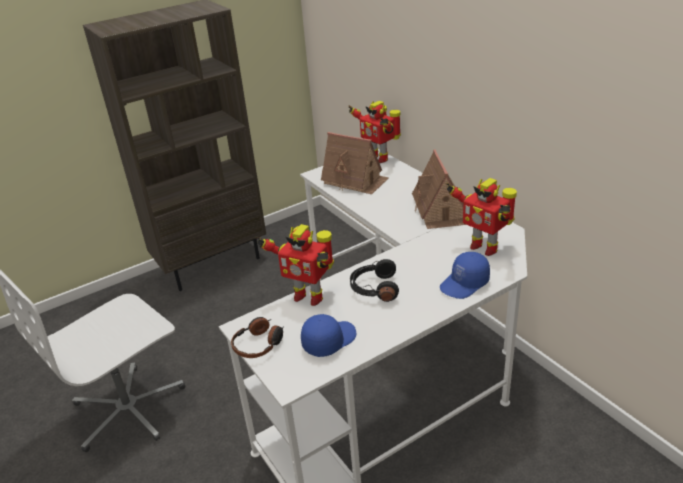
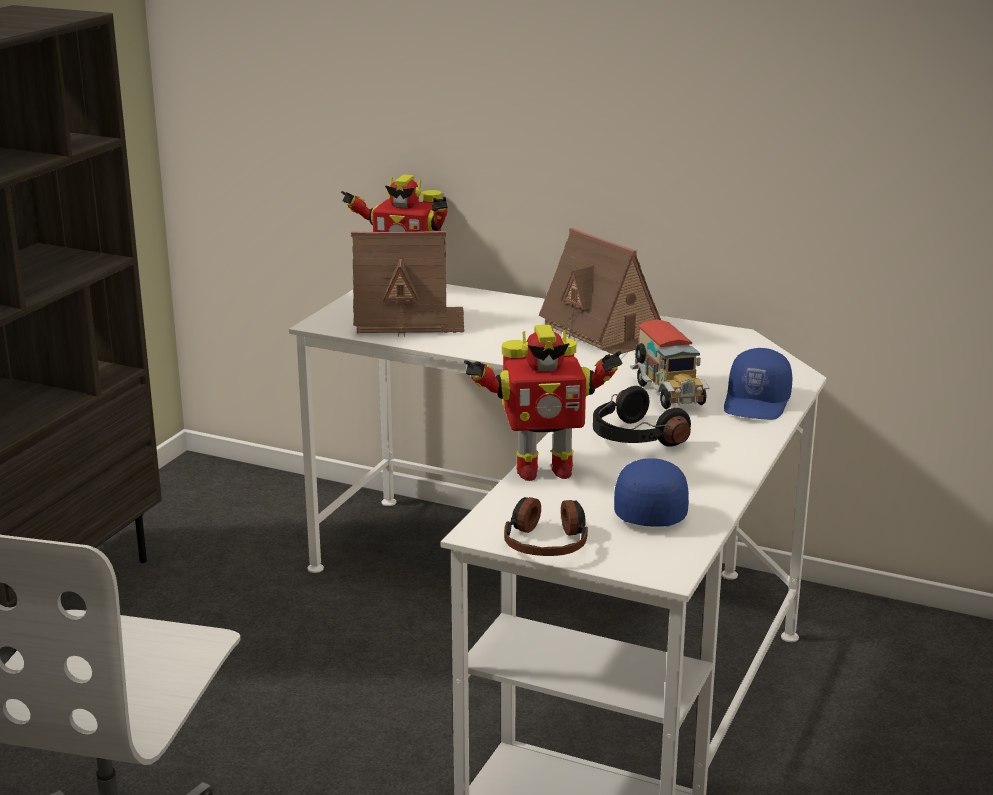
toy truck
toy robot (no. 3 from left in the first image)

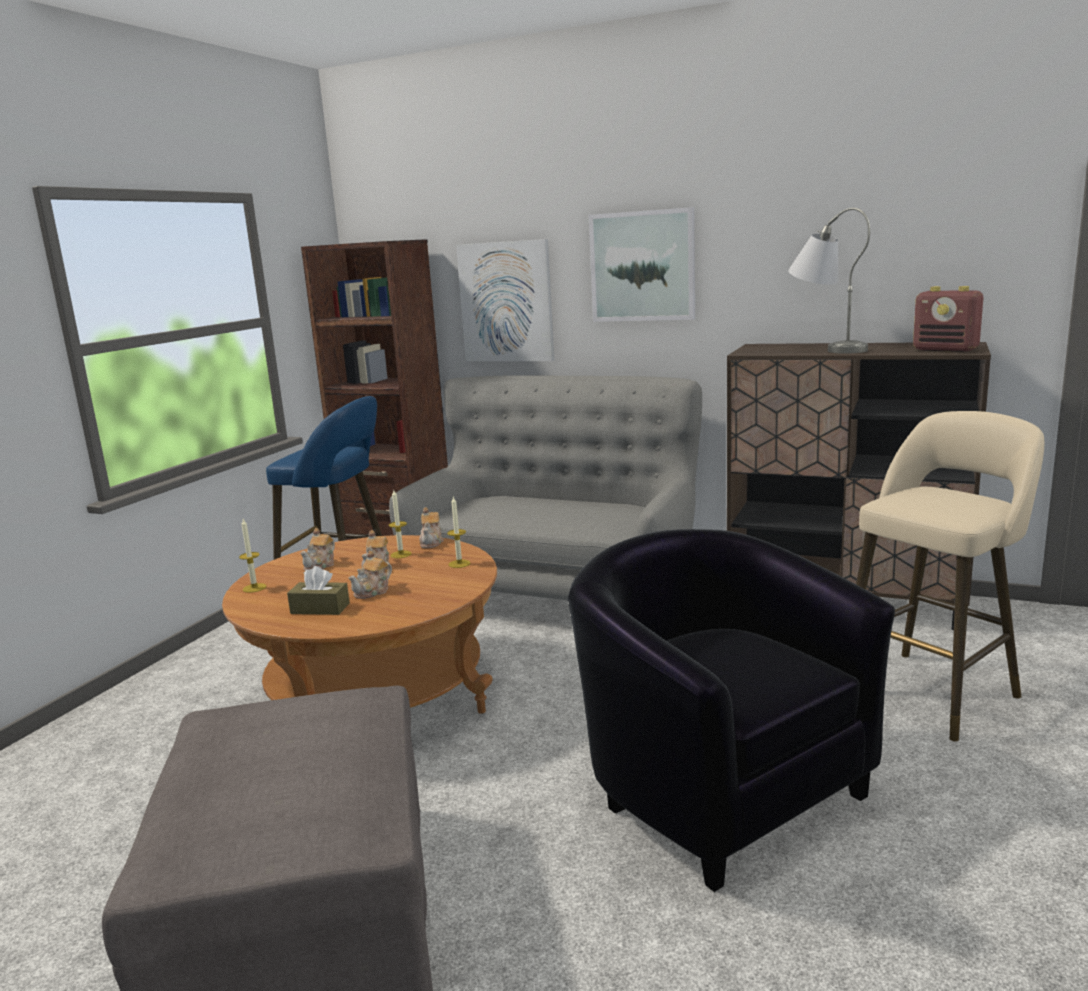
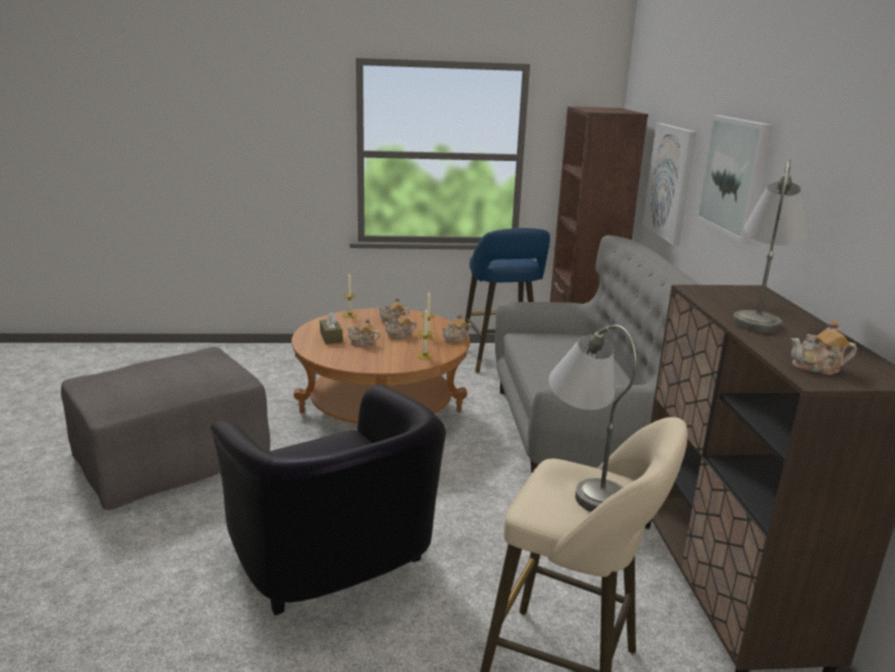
armchair (black)
table lamp (grey) (no. 1 from left)
teapot (no. 5 from left)

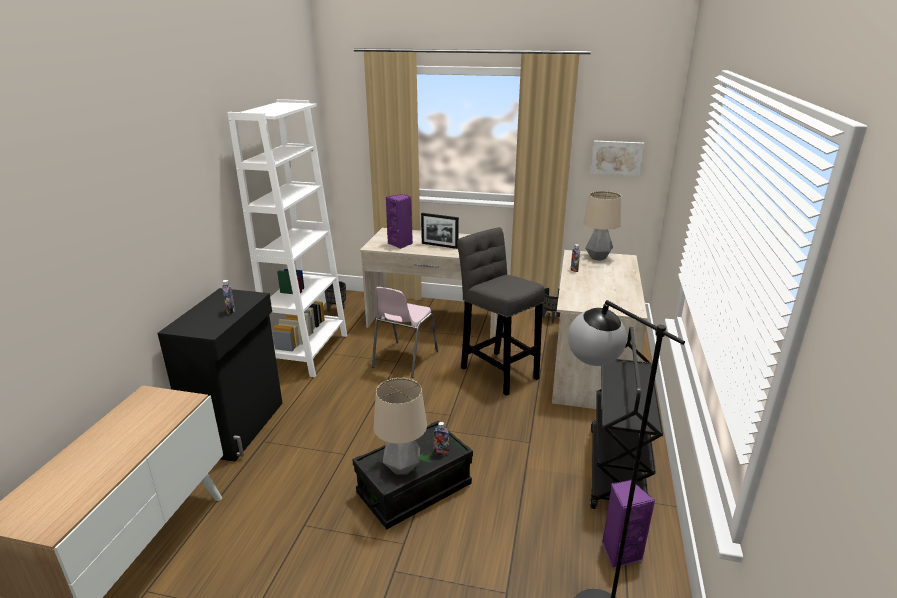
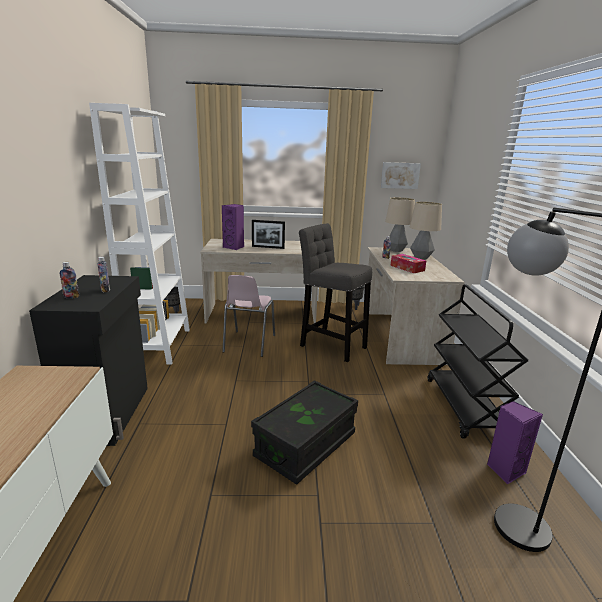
bottle (no. 1 from left)
tissue box
table lamp (no. 2 from left)

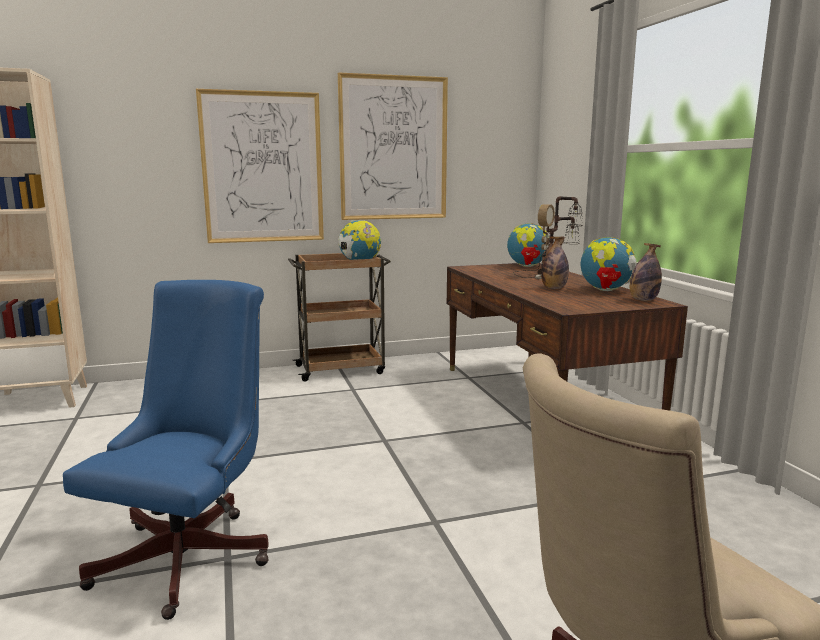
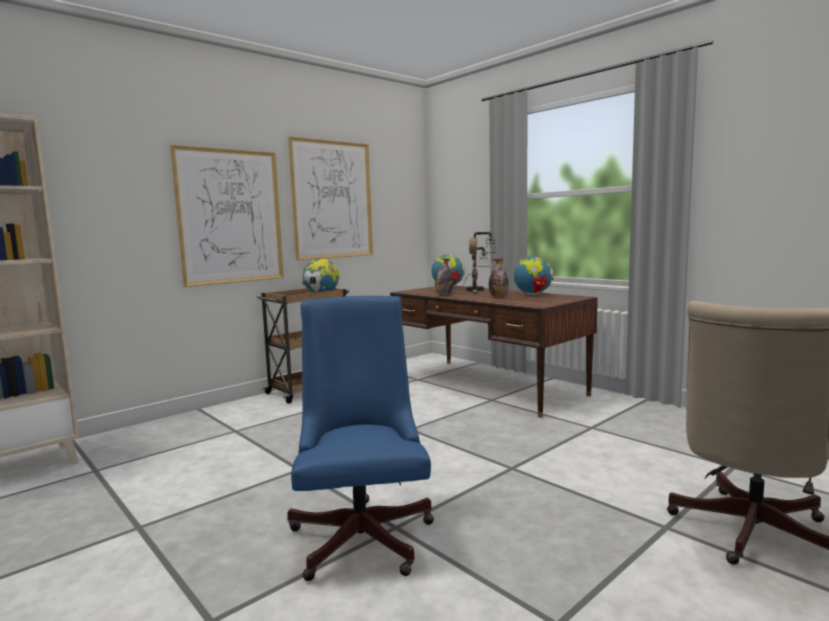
bottle (no. 1 from left)

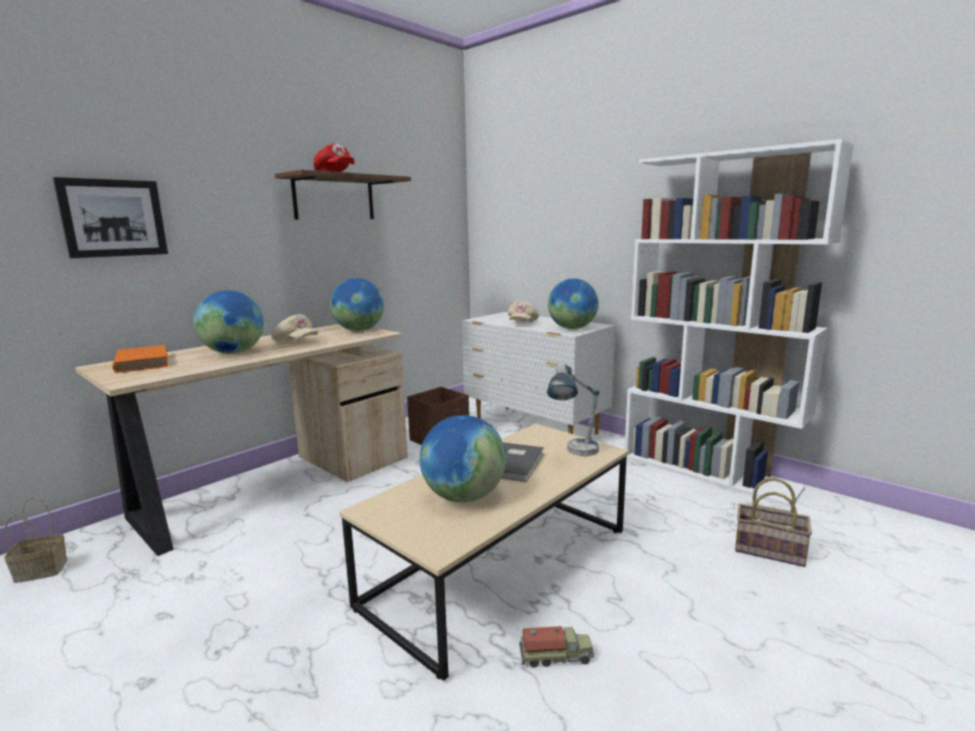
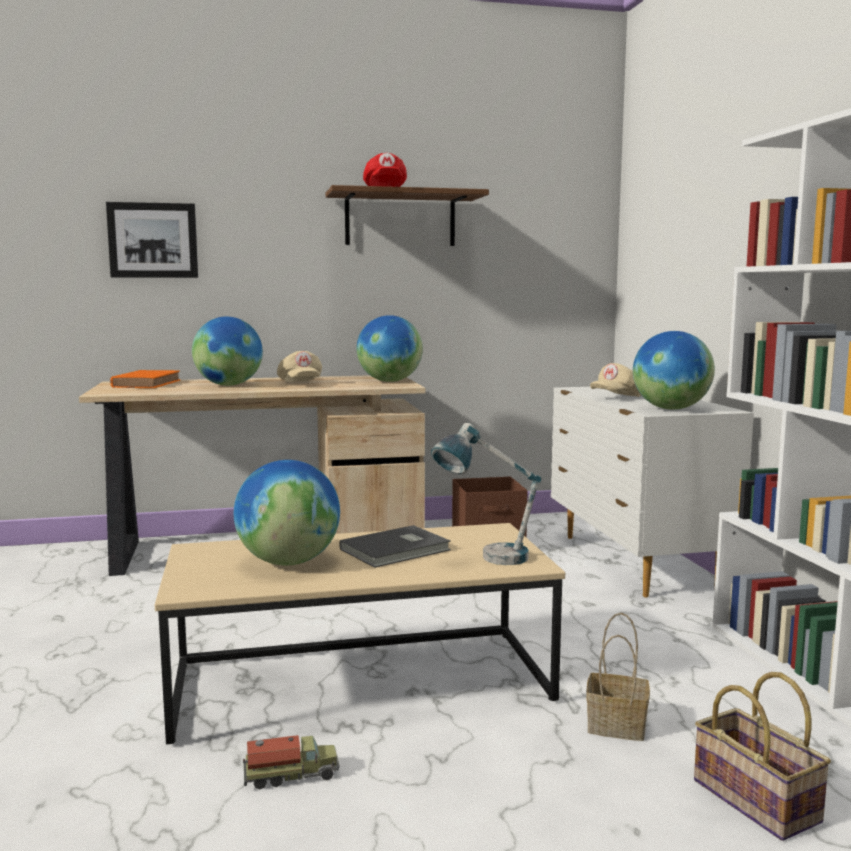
toy truck
basket (no. 1 from left)

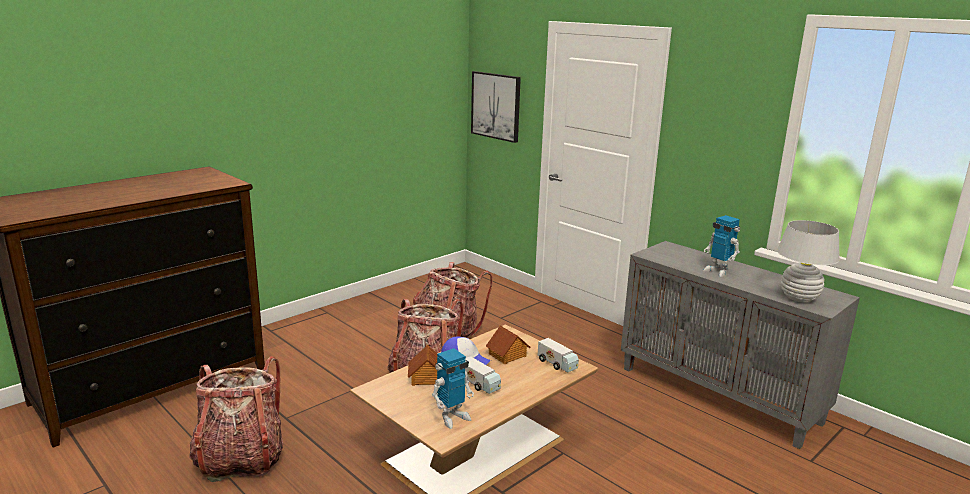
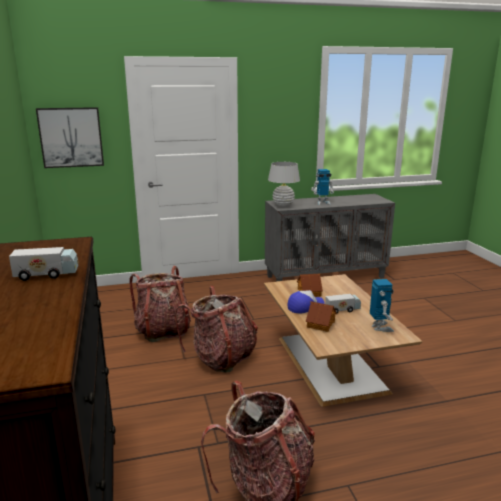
toy truck (no. 1 from left)
table lamp (white)

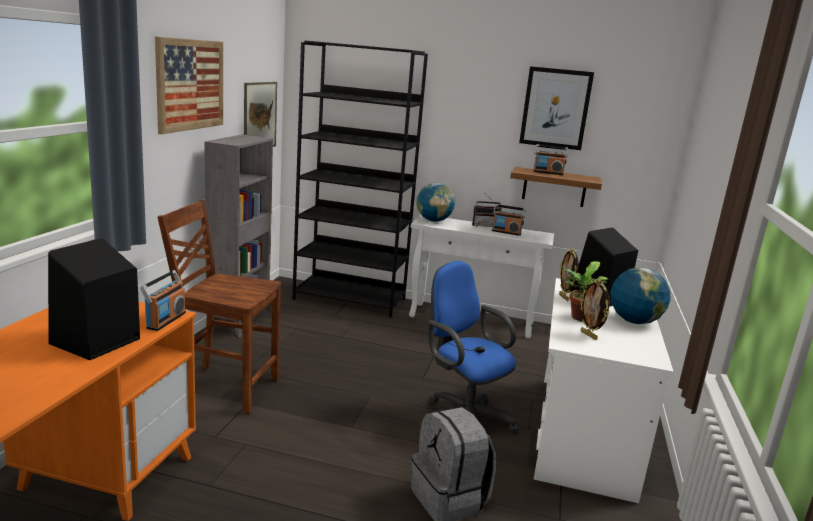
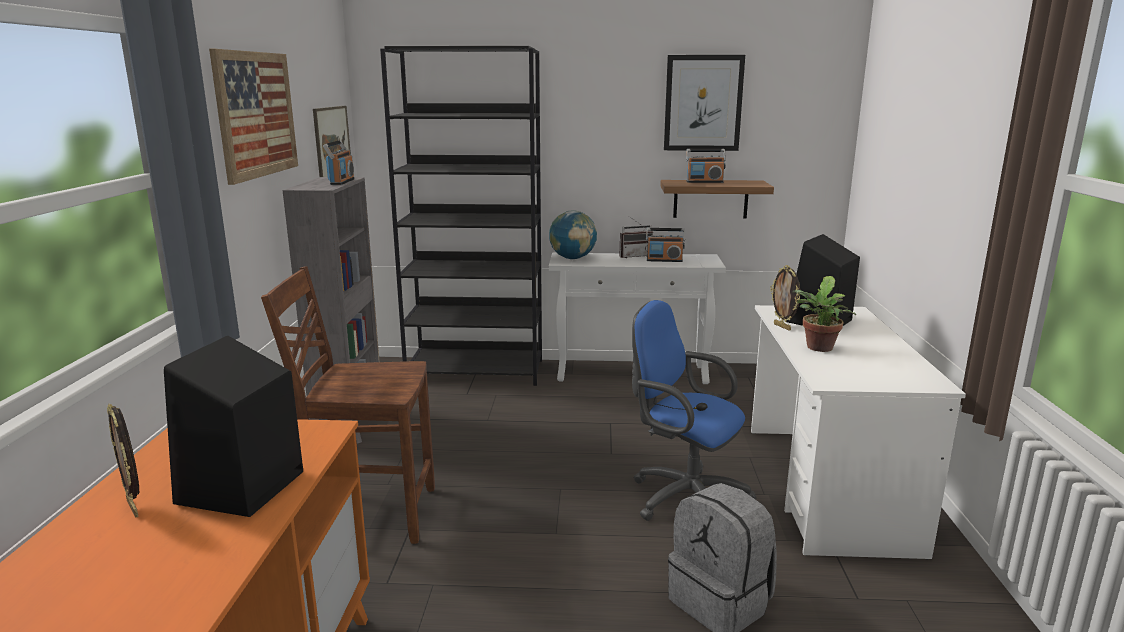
picture frame (no. 1 from left)
radio (no. 1 from left)
globe (no. 2 from left in the first image)

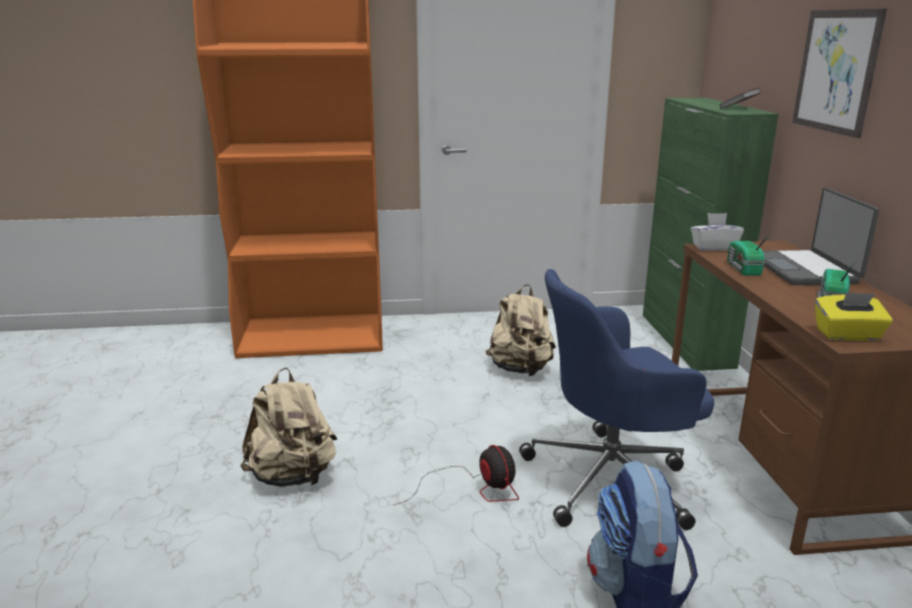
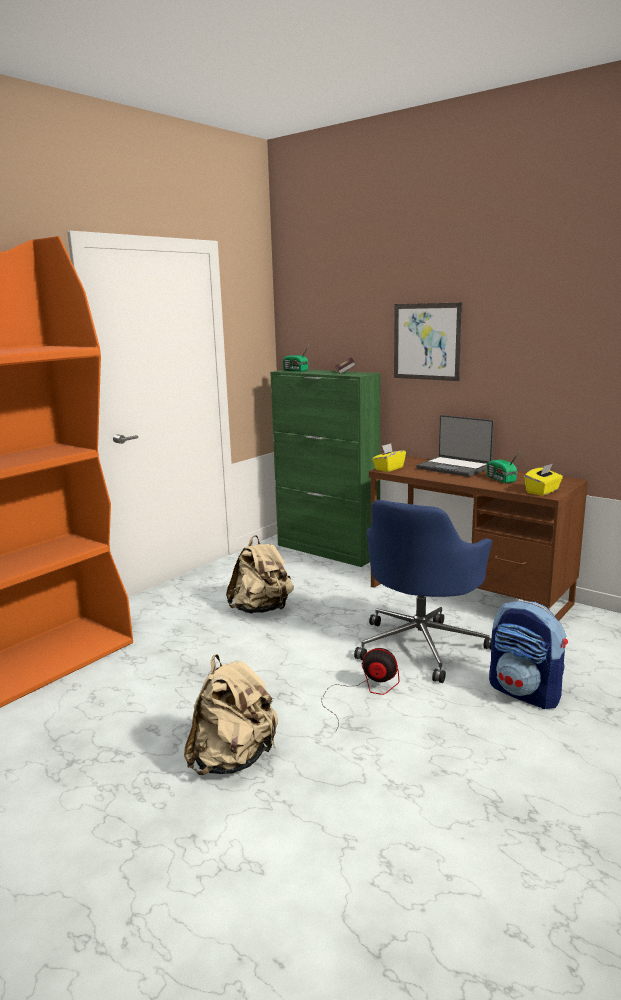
radio (no. 1 from left)
tissue box (yellow) (no. 1 from left)

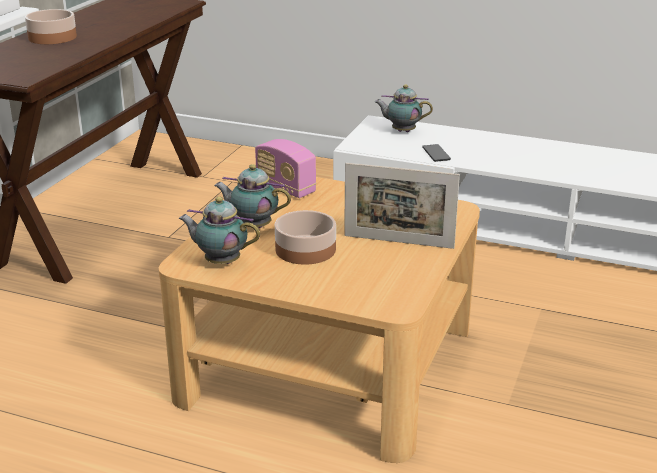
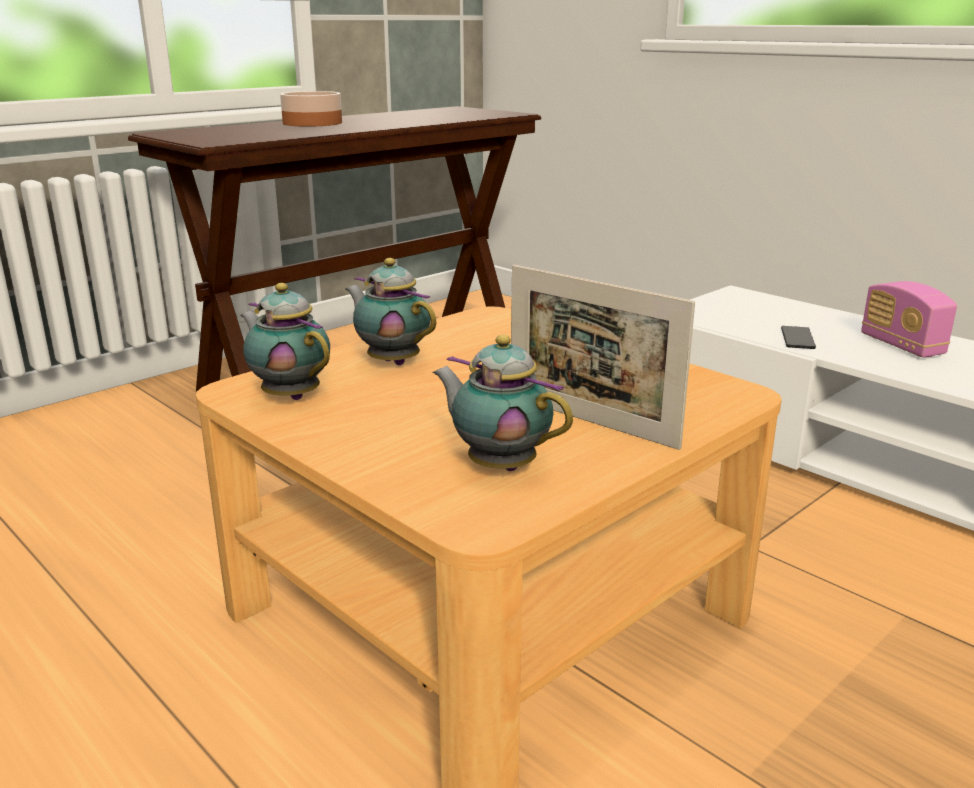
teapot (no. 3 from left)
radio
bowl (no. 2 from left in the first image)

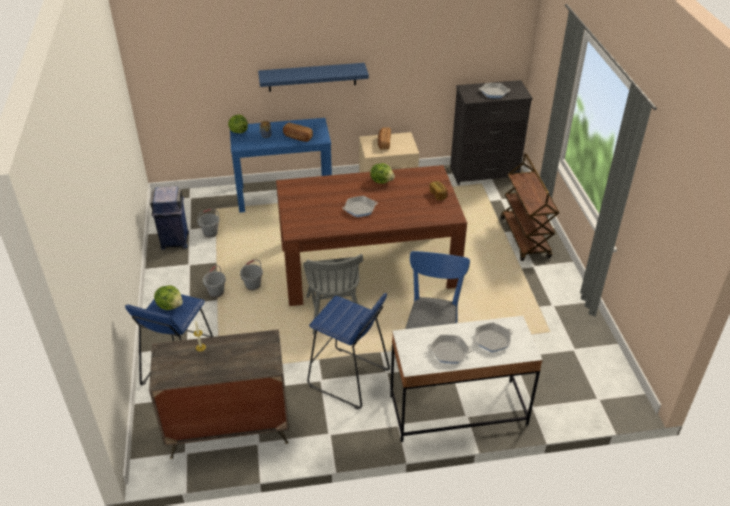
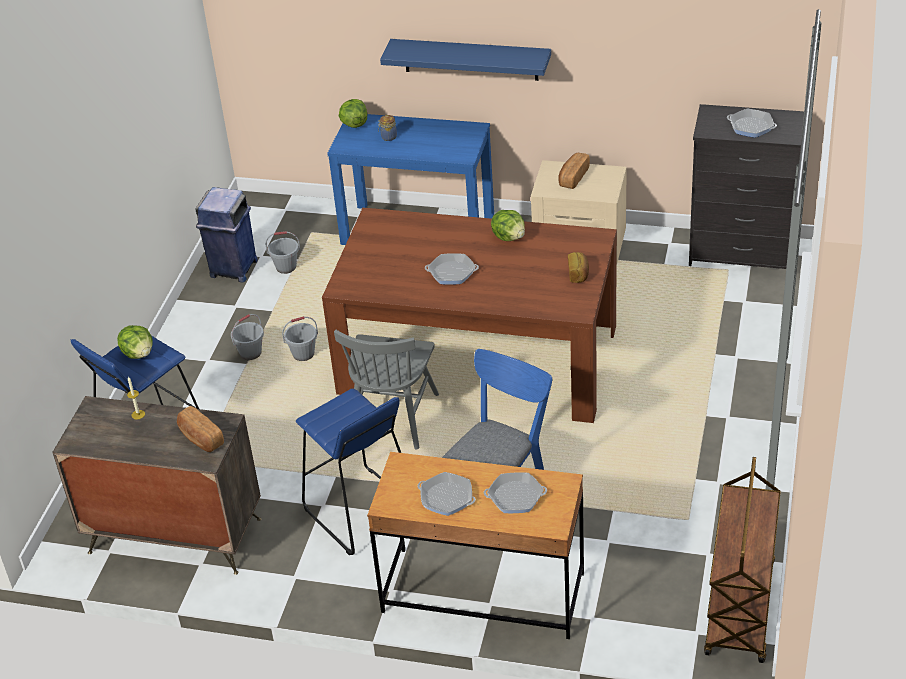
bread (no. 1 from left)
desk (brown)
cart (brown)

